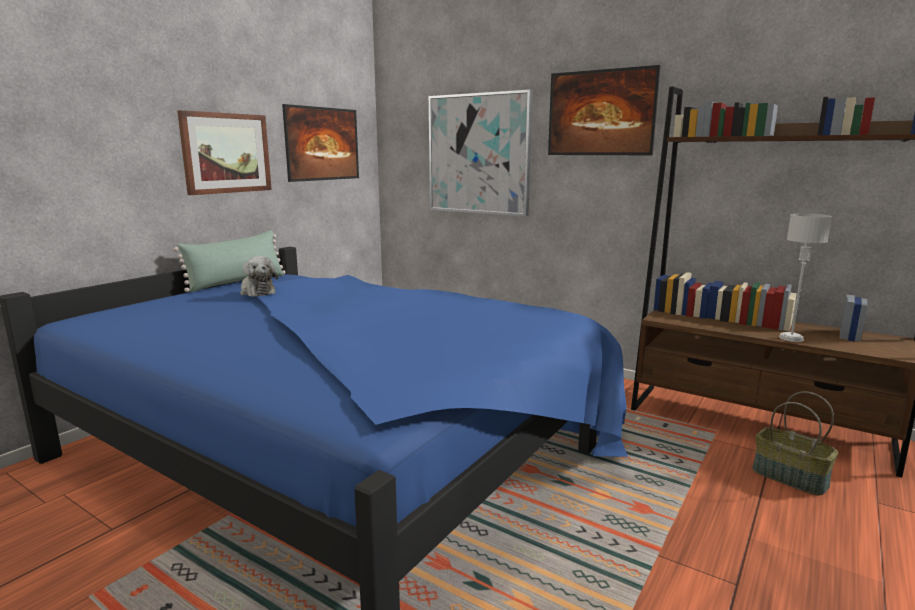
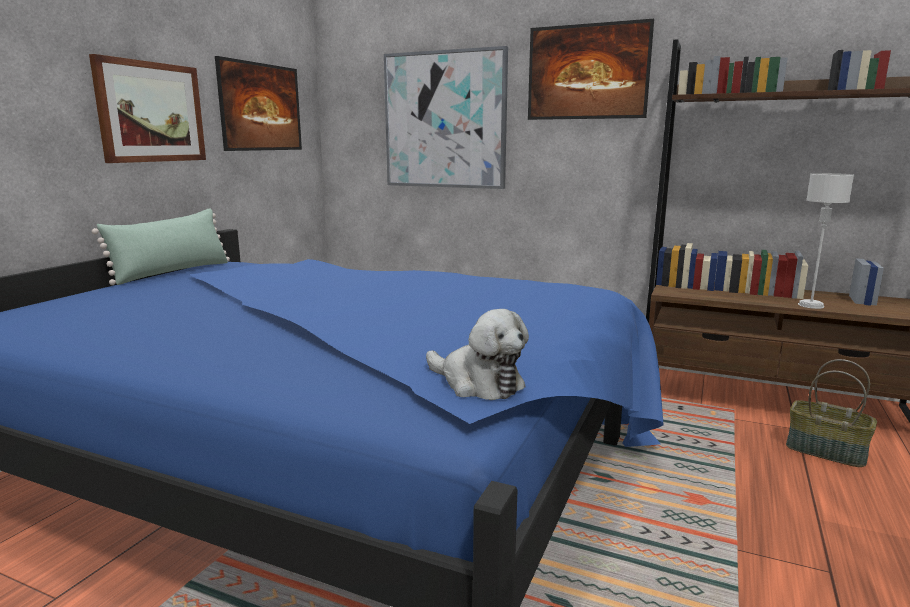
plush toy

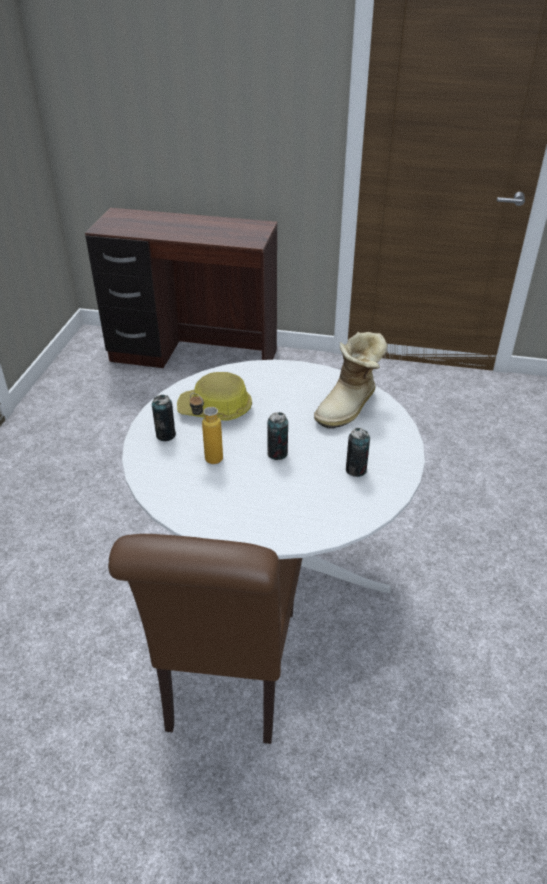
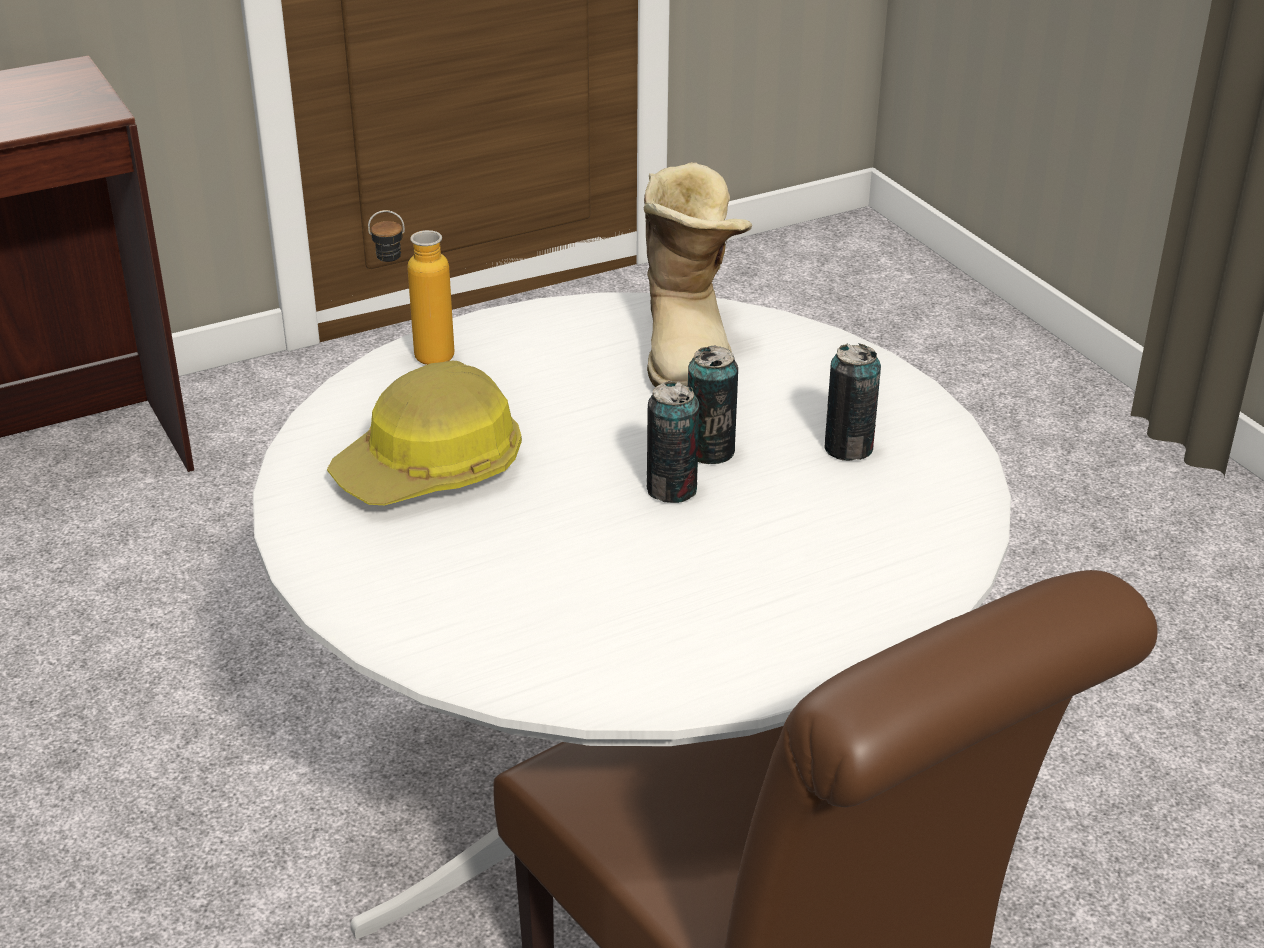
bottle
can (no. 2 from left)

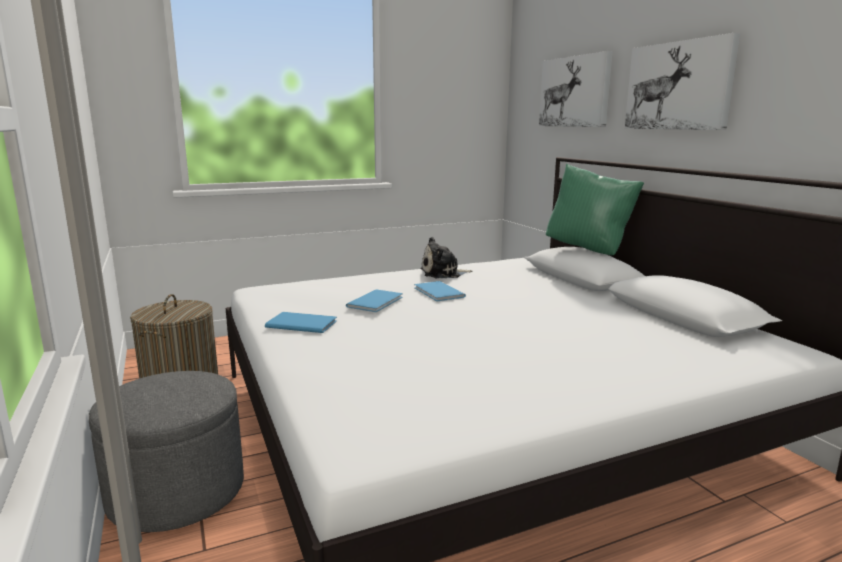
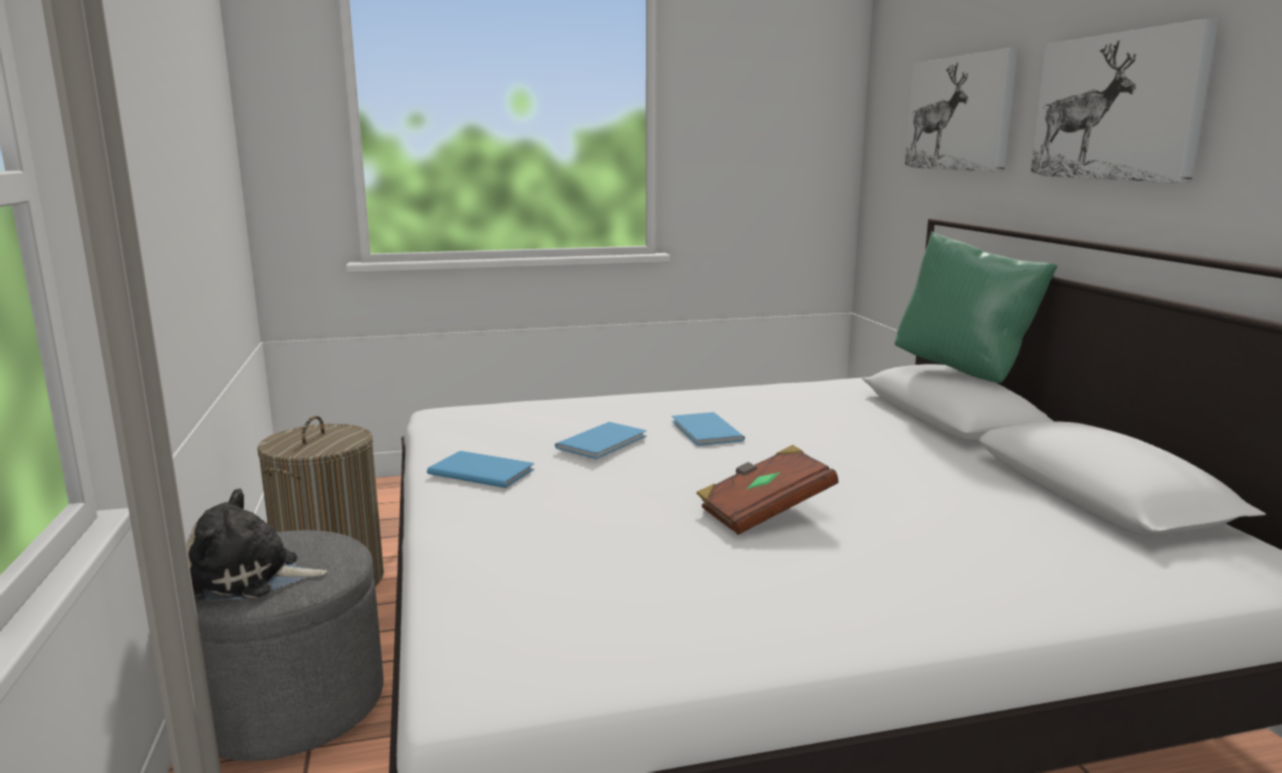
plush toy
book (brown)

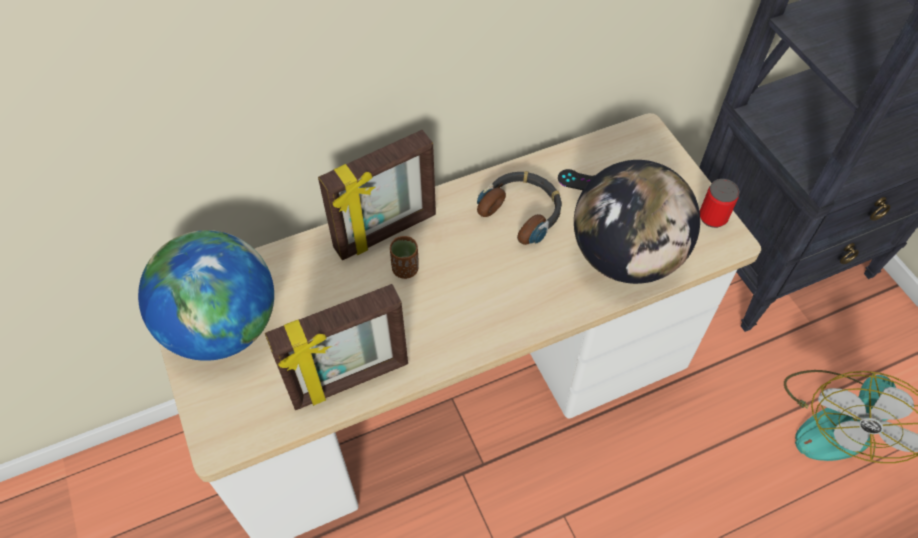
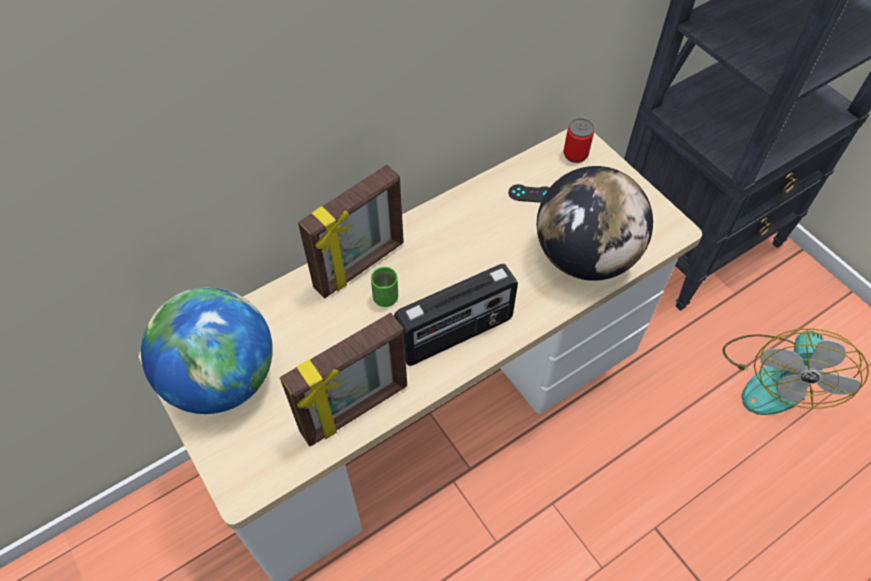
cup (green)
radio
can
headphones

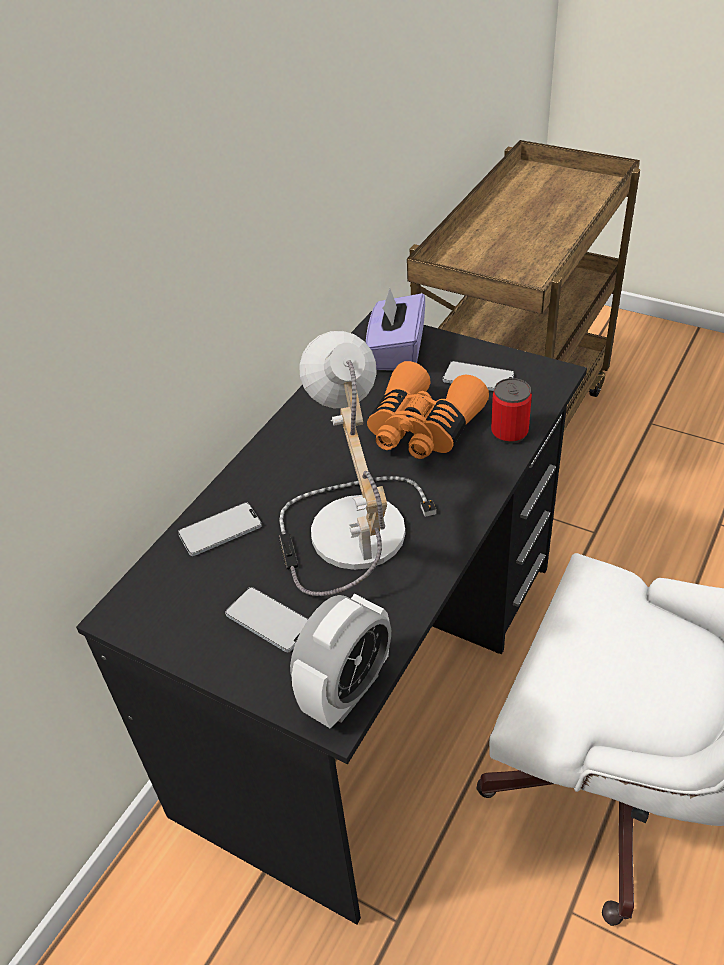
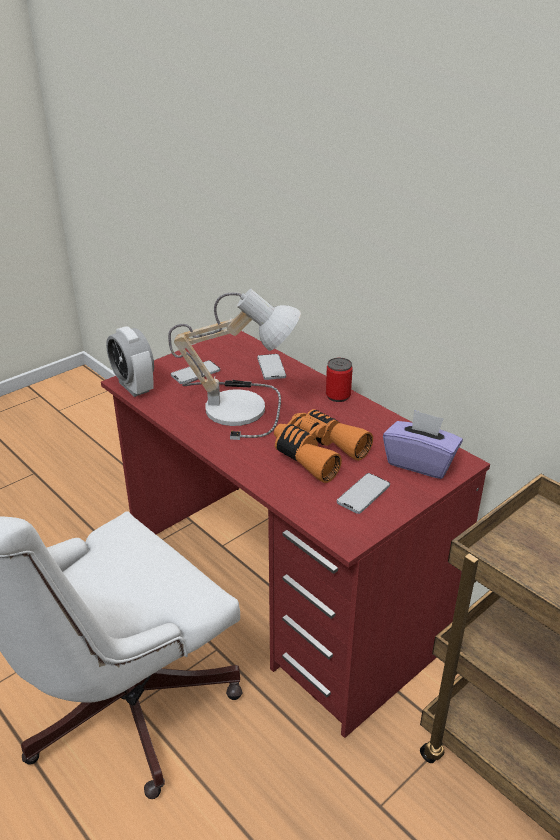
desk (red)
can

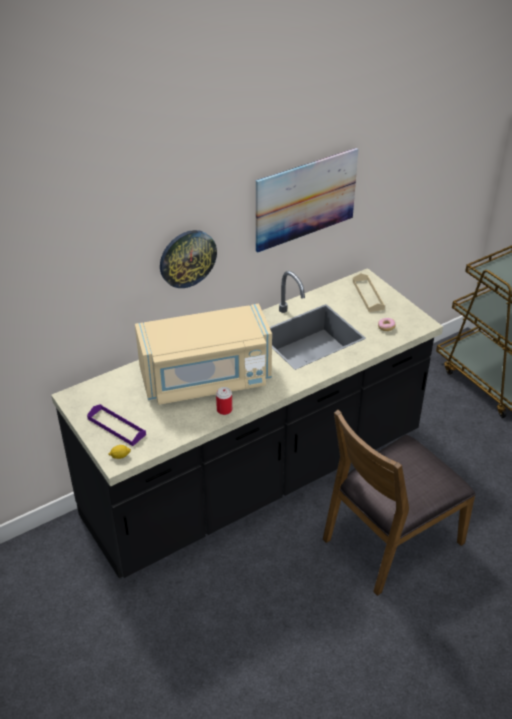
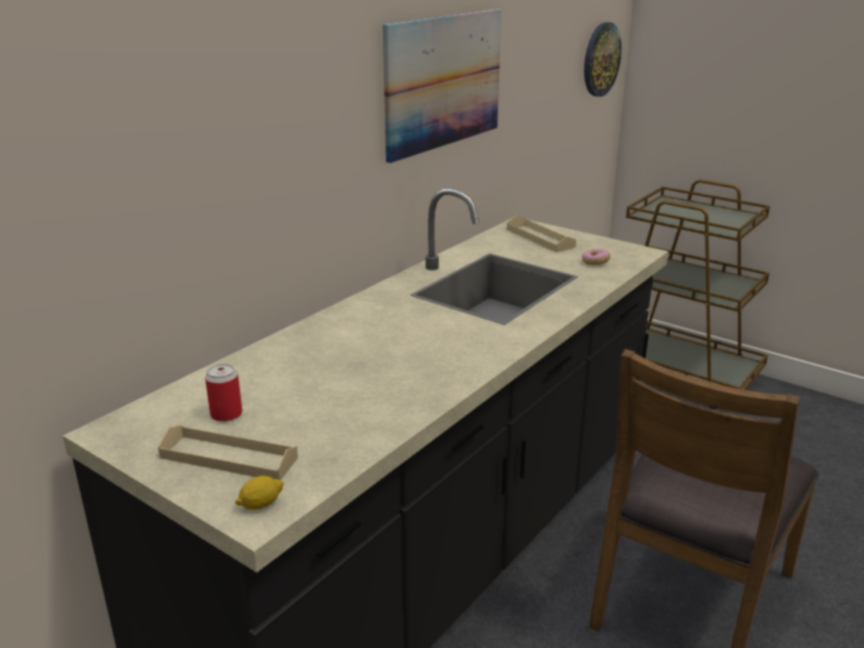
tray (beige) (no. 1 from left)
can
wall clock
microwave (beige)

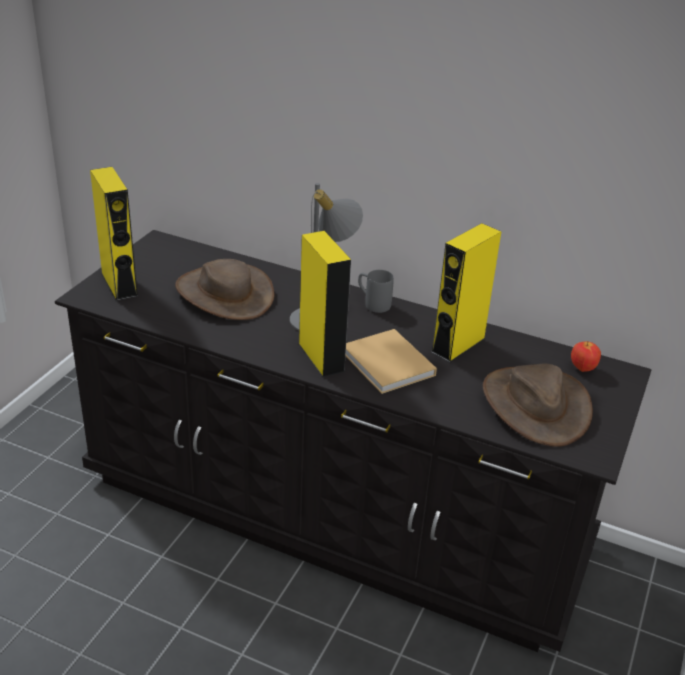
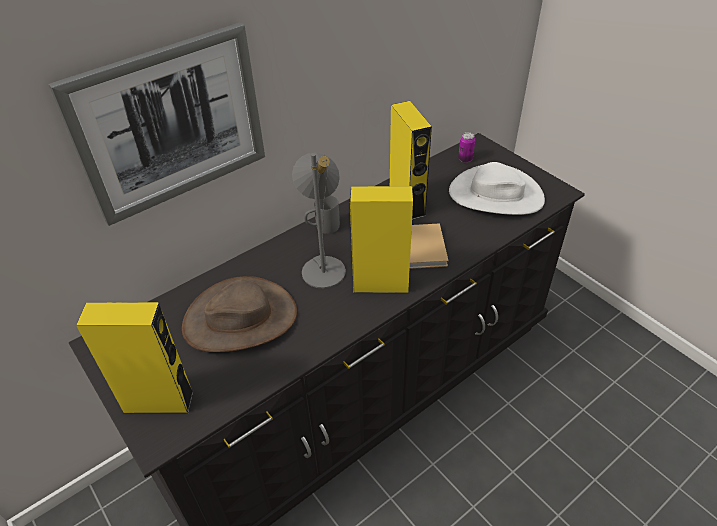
picture
hat (white)
can

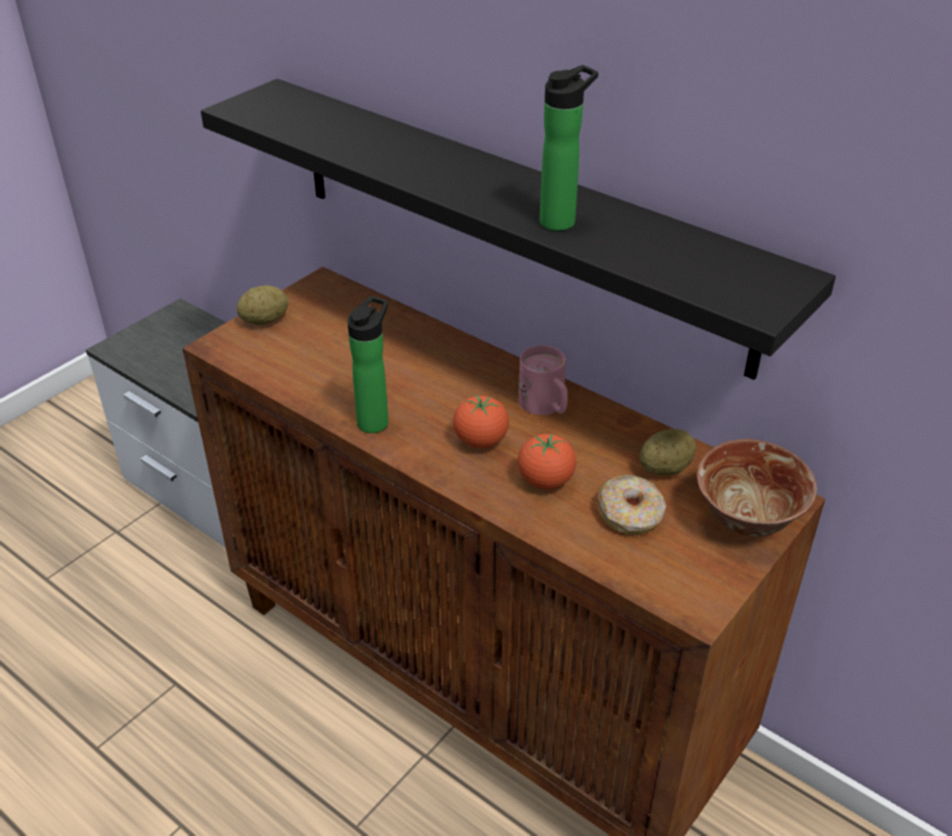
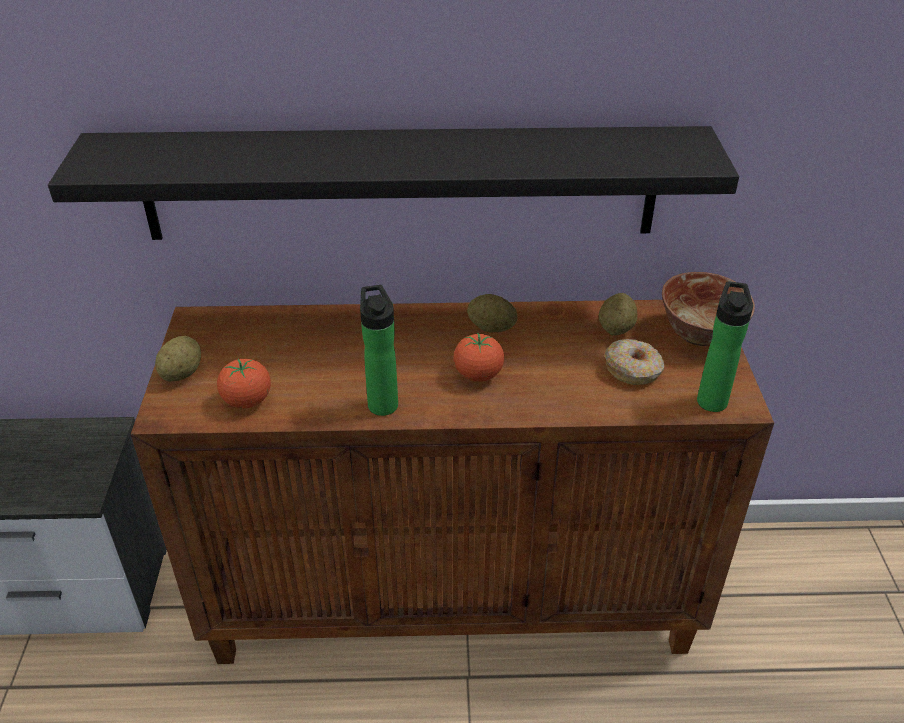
tomato (no. 1 from left)
potato (no. 2 from left)
bottle (no. 2 from left)

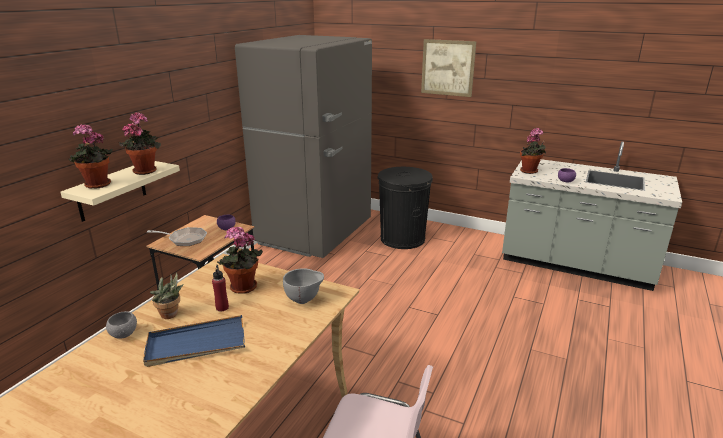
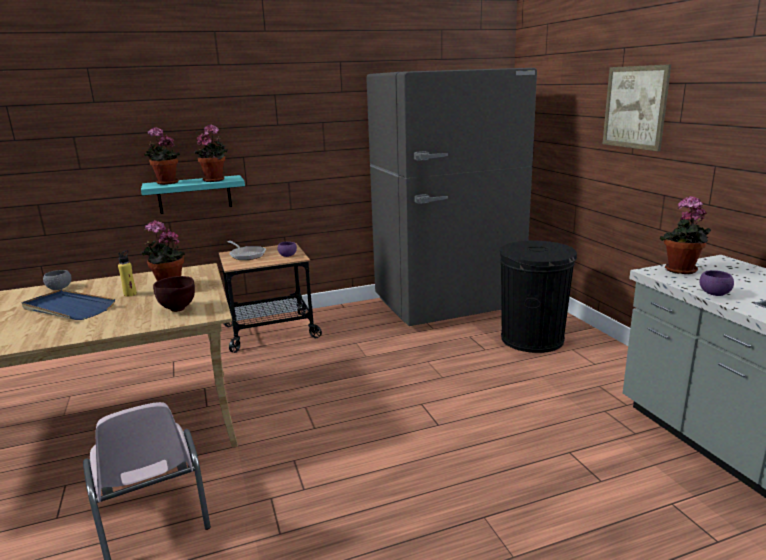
bottle (yellow)
shelf (turquoise)
bowl (brown)
potted plant (no. 3 from left in the first image)

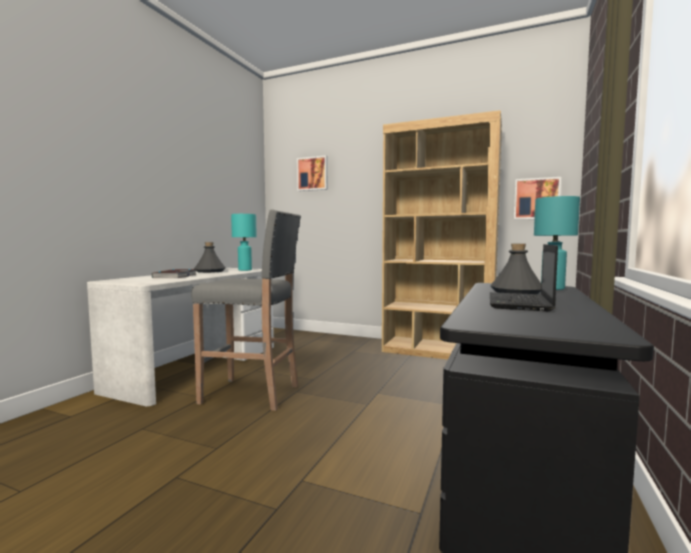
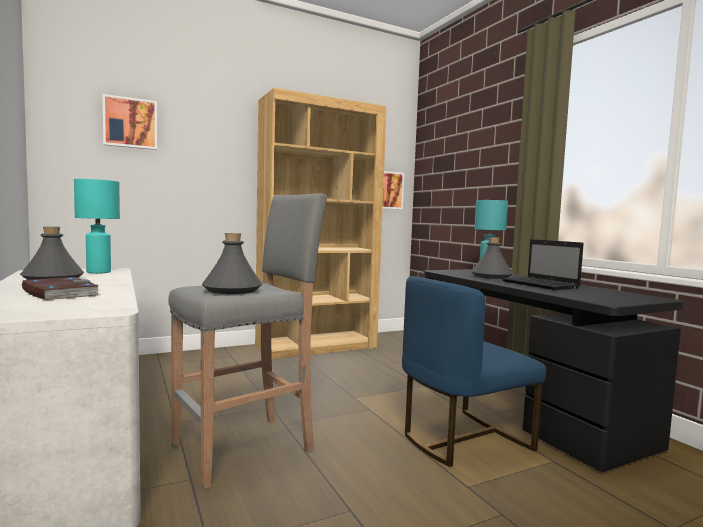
bottle (grey) (no. 2 from left)
chair (blue)

